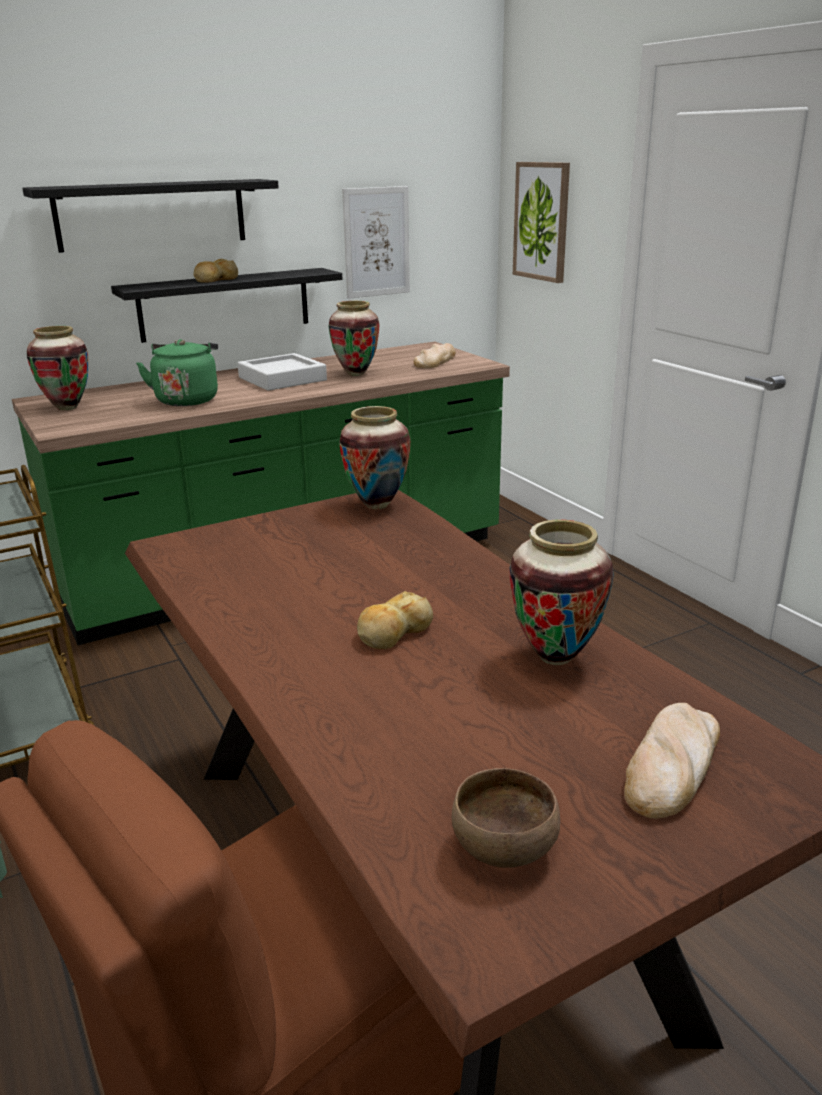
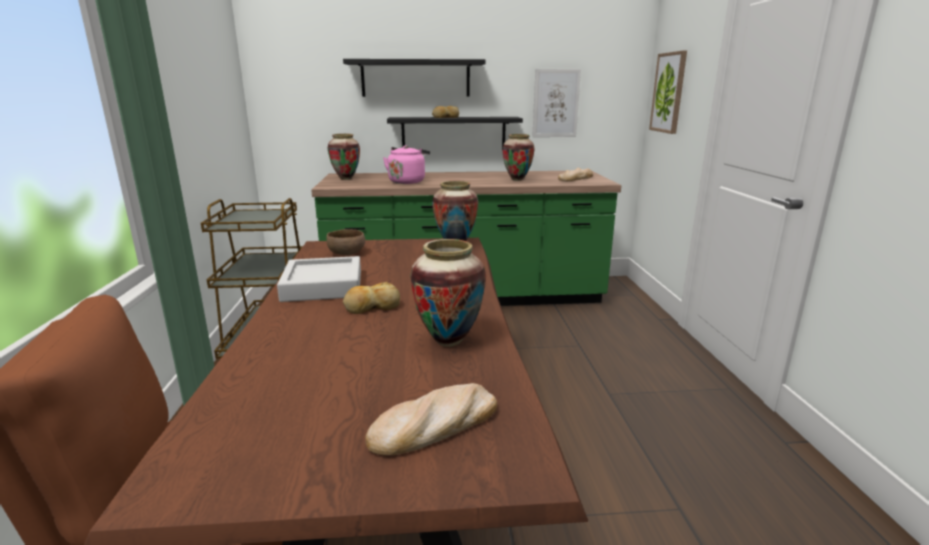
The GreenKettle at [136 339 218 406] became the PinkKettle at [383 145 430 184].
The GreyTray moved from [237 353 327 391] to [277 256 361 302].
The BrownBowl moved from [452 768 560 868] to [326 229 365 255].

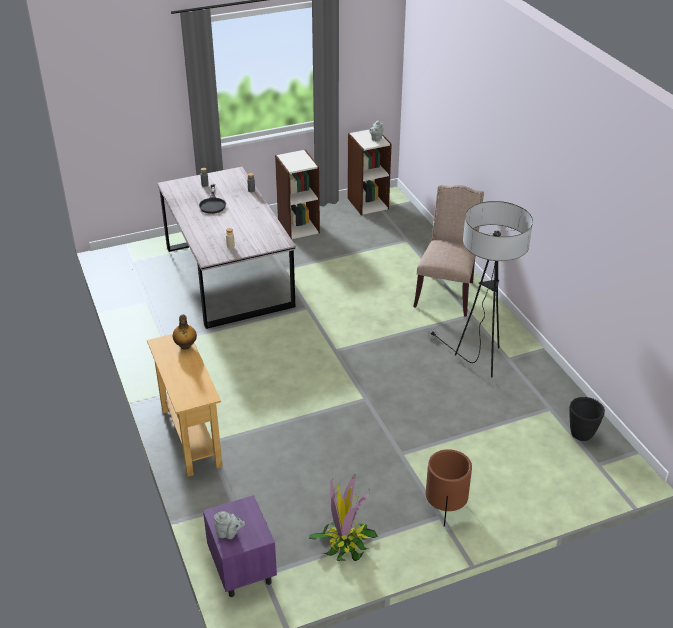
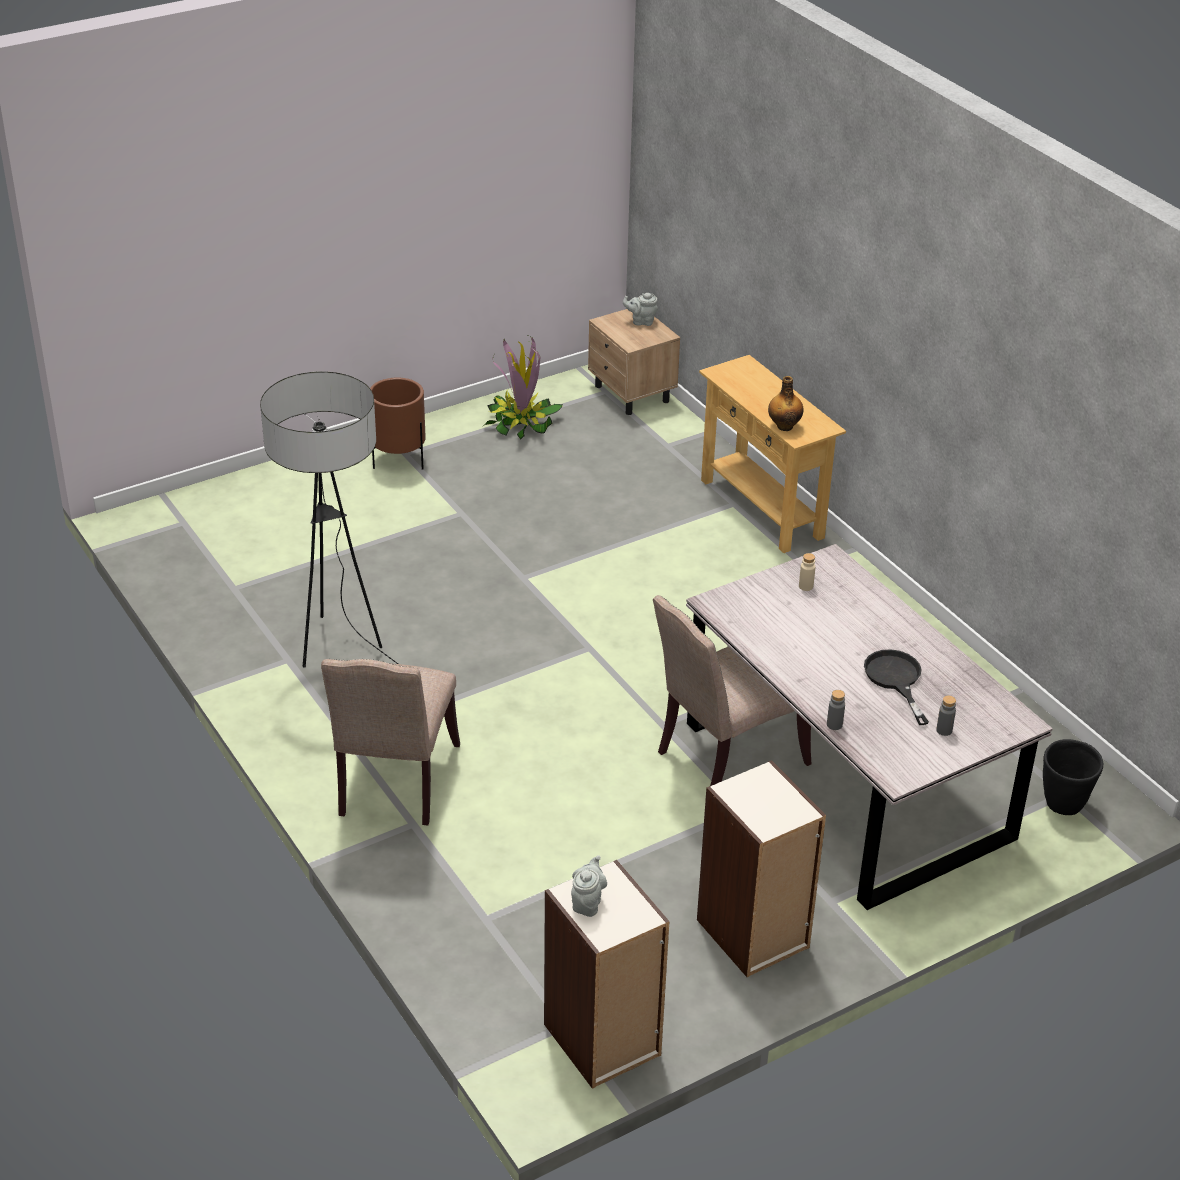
The PurpleNightstand at [203 495 277 597] became the BeigeNightstand at [588 309 680 415].
The BlackPlanter moved from [569 397 605 441] to [1043 739 1103 815].
The BeigeChair at [653 595 811 786] appeared.

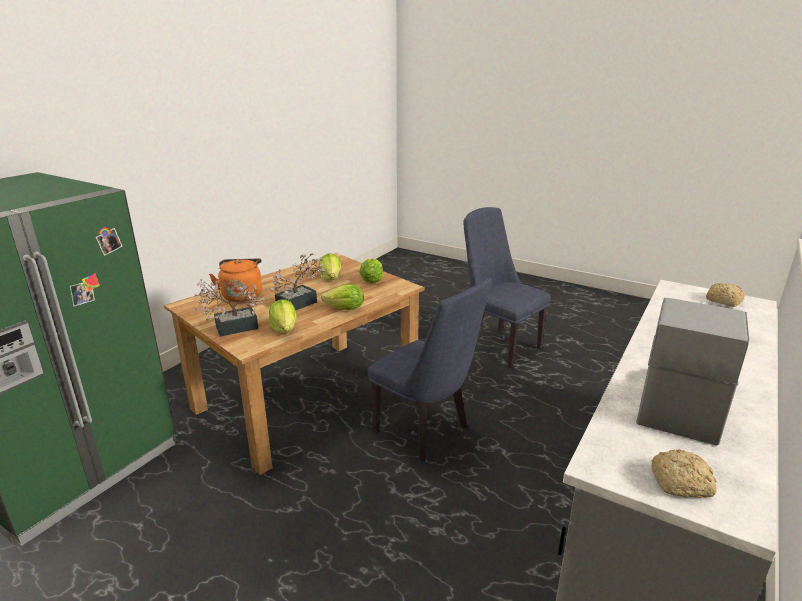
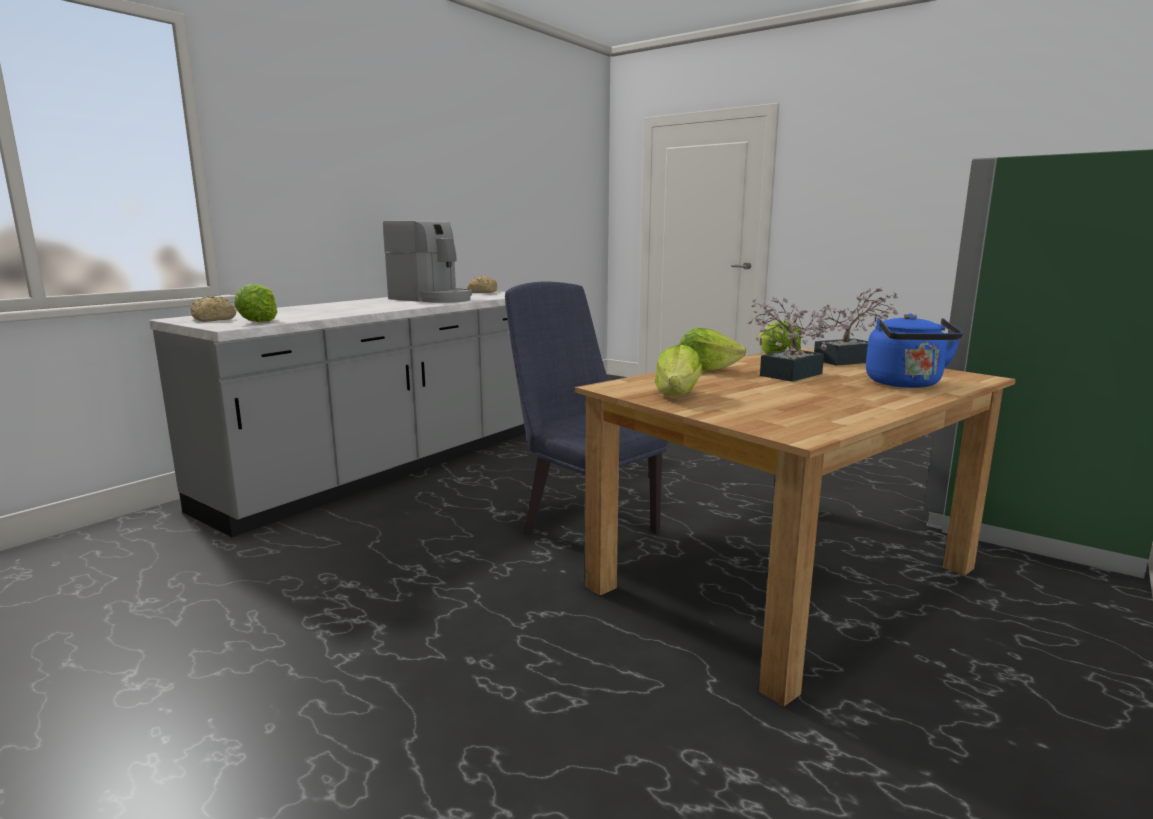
The OrangeKettle at [209 259 262 302] became the BlueKettle at [866 313 963 388].
The Lettuce moved from [319 253 341 280] to [234 284 278 322].
The BlueChair at [463 207 551 368] disappeared.
The CoffeeMachine at [636 298 749 446] turned 90 degrees counterclockwise.

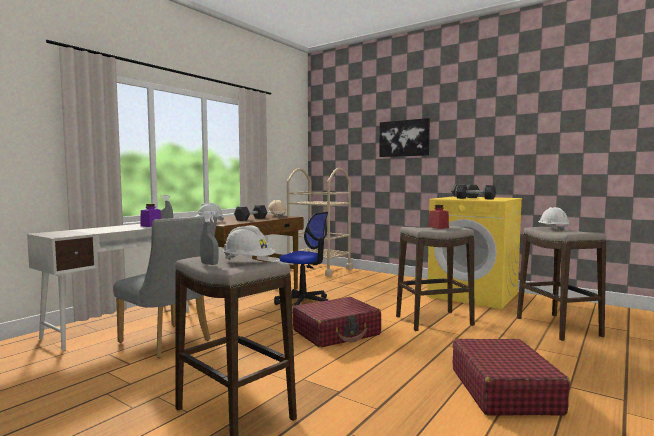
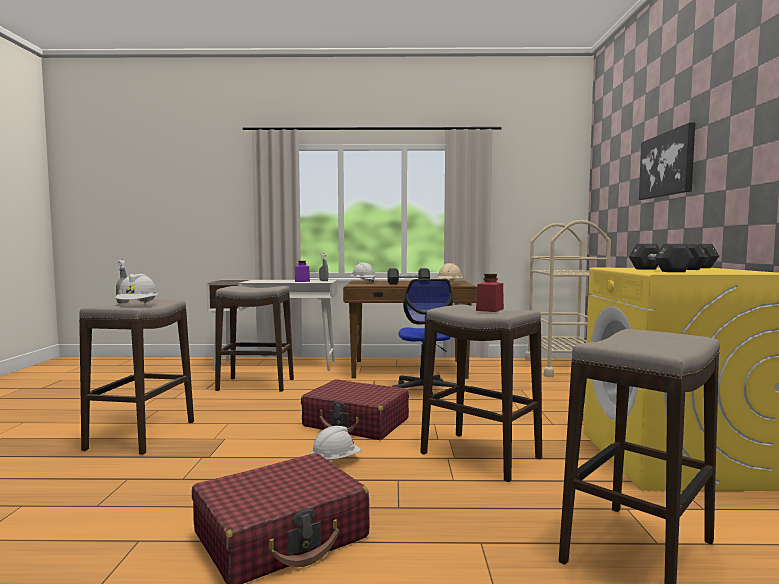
The GreyChair at [113 215 217 358] was replaced by the Stool at [215 286 294 392].
The WhiteHardHat moved from [538 207 569 232] to [310 426 361 461].

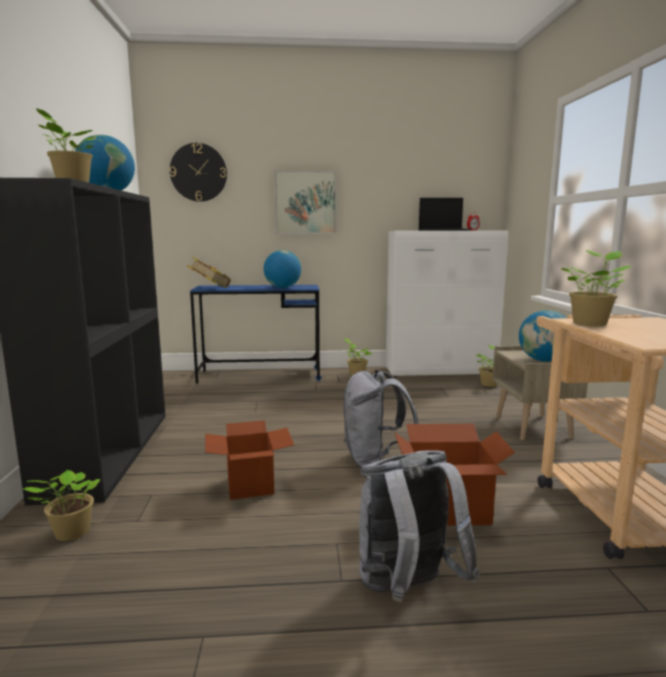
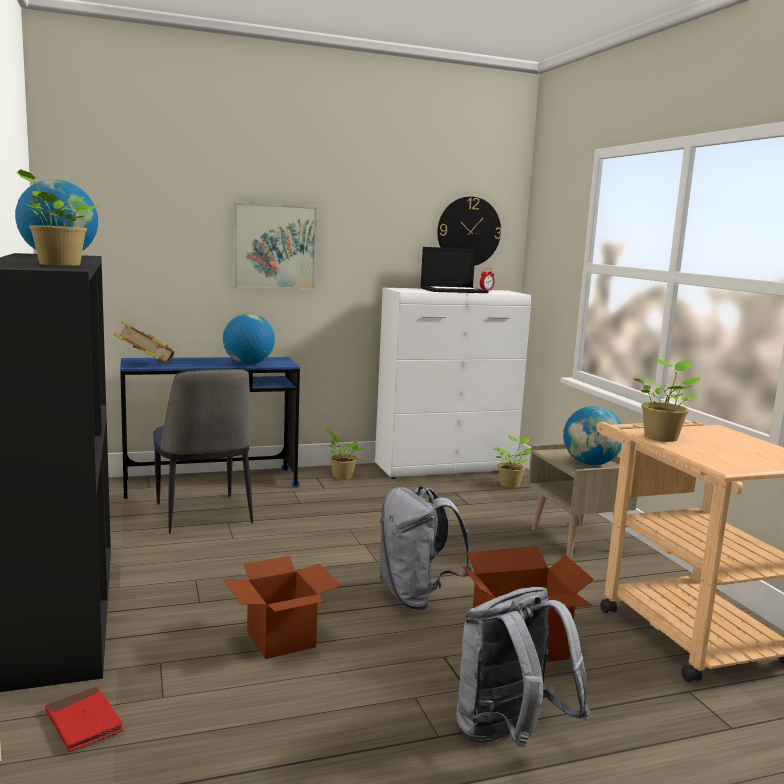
The PottedPlant at [23 470 100 541] was replaced by the RedBook at [45 686 124 752].
The WallClock moved from [170 143 227 202] to [437 197 501 266].
The Chair at [153 369 253 534] appeared.

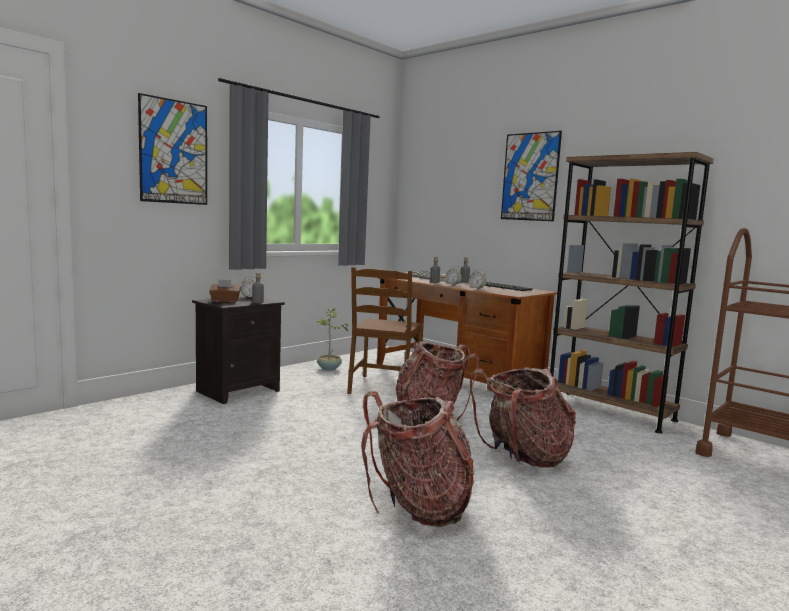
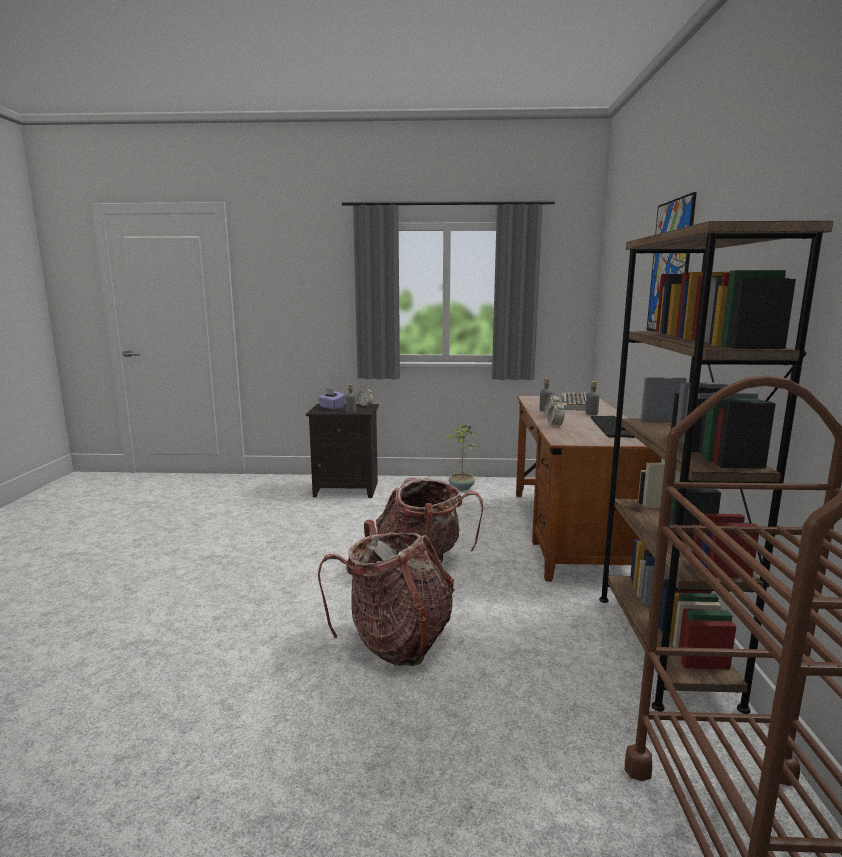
The Picture at [138 93 207 205] disappeared.
The BrownTissueBox at [209 279 241 303] became the PurpleTissueBox at [318 388 346 410].
The BrownChair at [347 267 423 394] disappeared.
The Backpack at [361 391 474 527] disappeared.

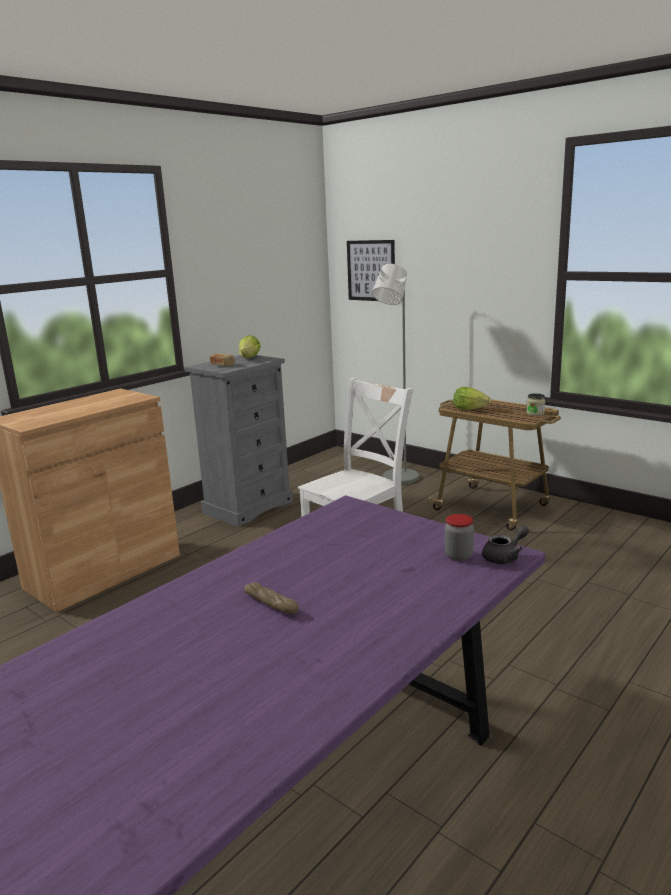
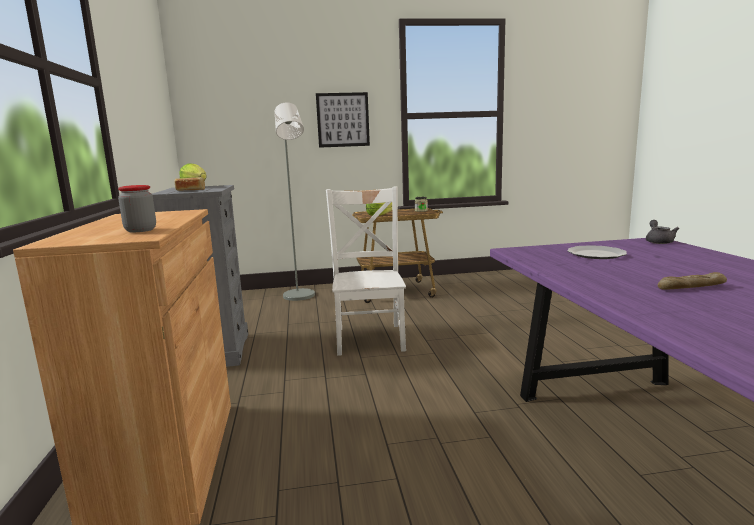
The Picture moved from [347 240 395 301] to [316 92 370 148].
The Jar moved from [445 514 474 561] to [118 185 156 232].
The Plate at [567 245 627 259] appeared.

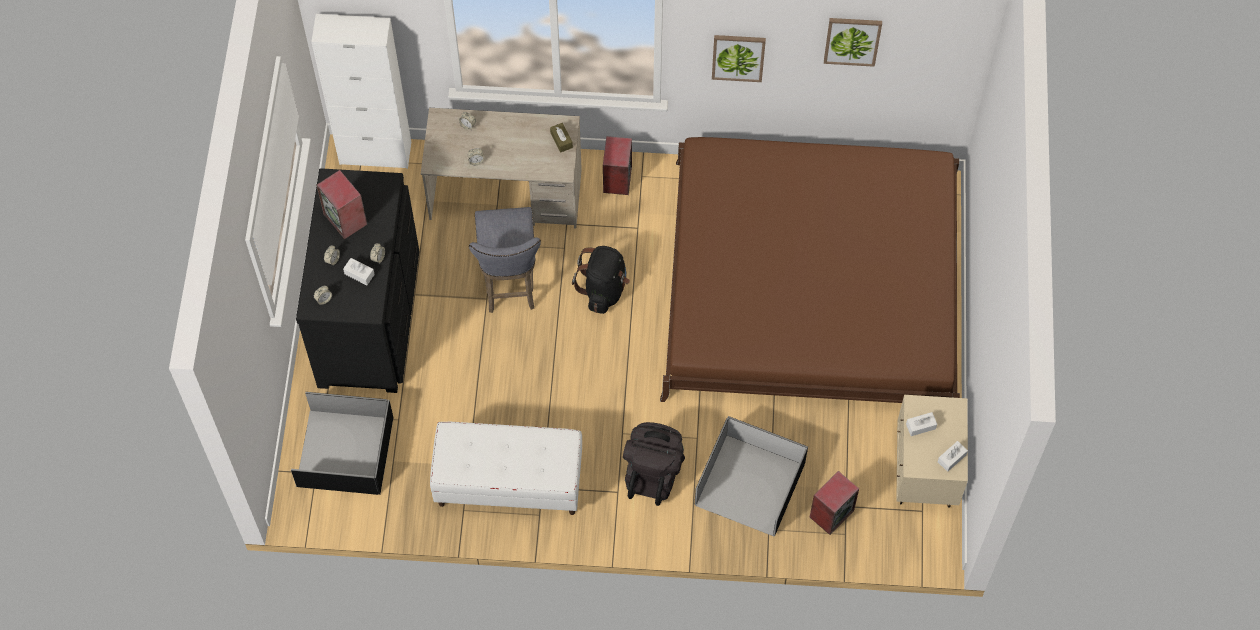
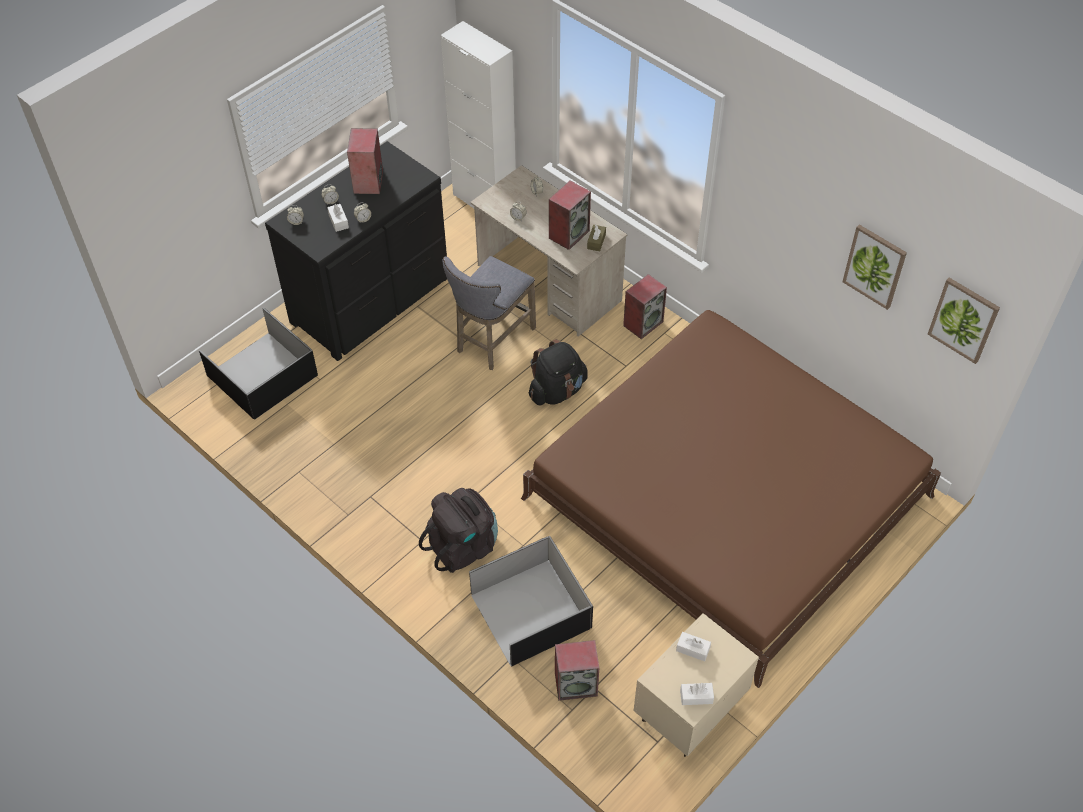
The WhiteBench at [430 422 582 515] disappeared.
The Picture moved from [712 35 766 82] to [928 278 1000 364].
The Speaker at [549 181 591 250] appeared.

